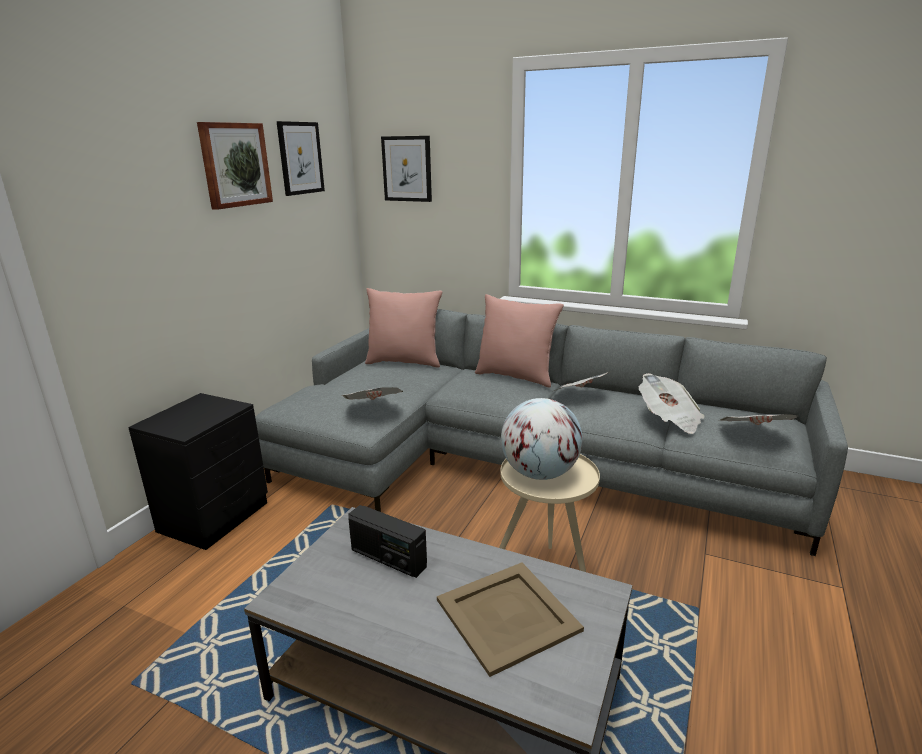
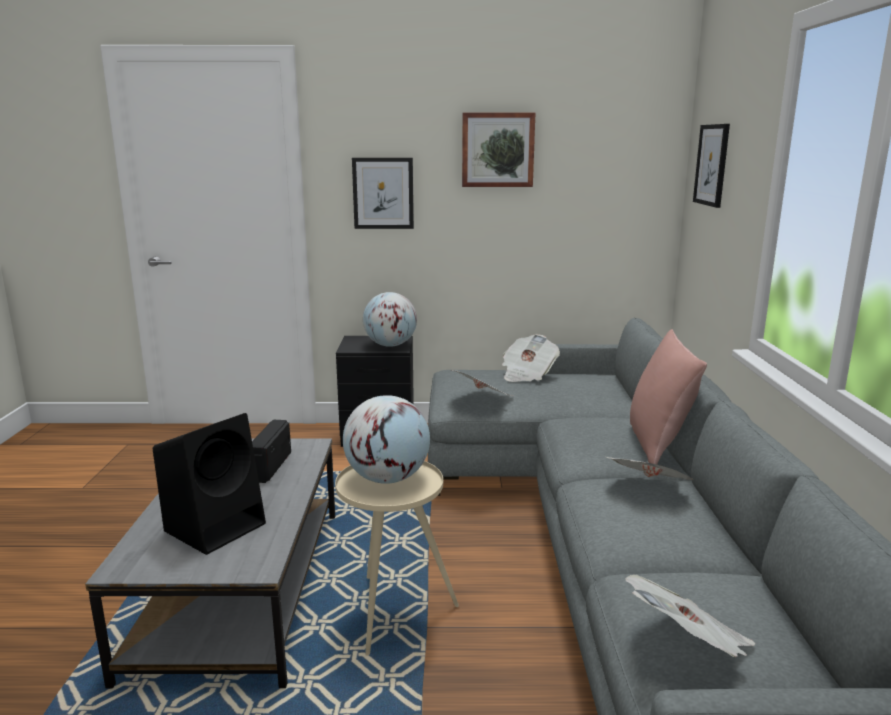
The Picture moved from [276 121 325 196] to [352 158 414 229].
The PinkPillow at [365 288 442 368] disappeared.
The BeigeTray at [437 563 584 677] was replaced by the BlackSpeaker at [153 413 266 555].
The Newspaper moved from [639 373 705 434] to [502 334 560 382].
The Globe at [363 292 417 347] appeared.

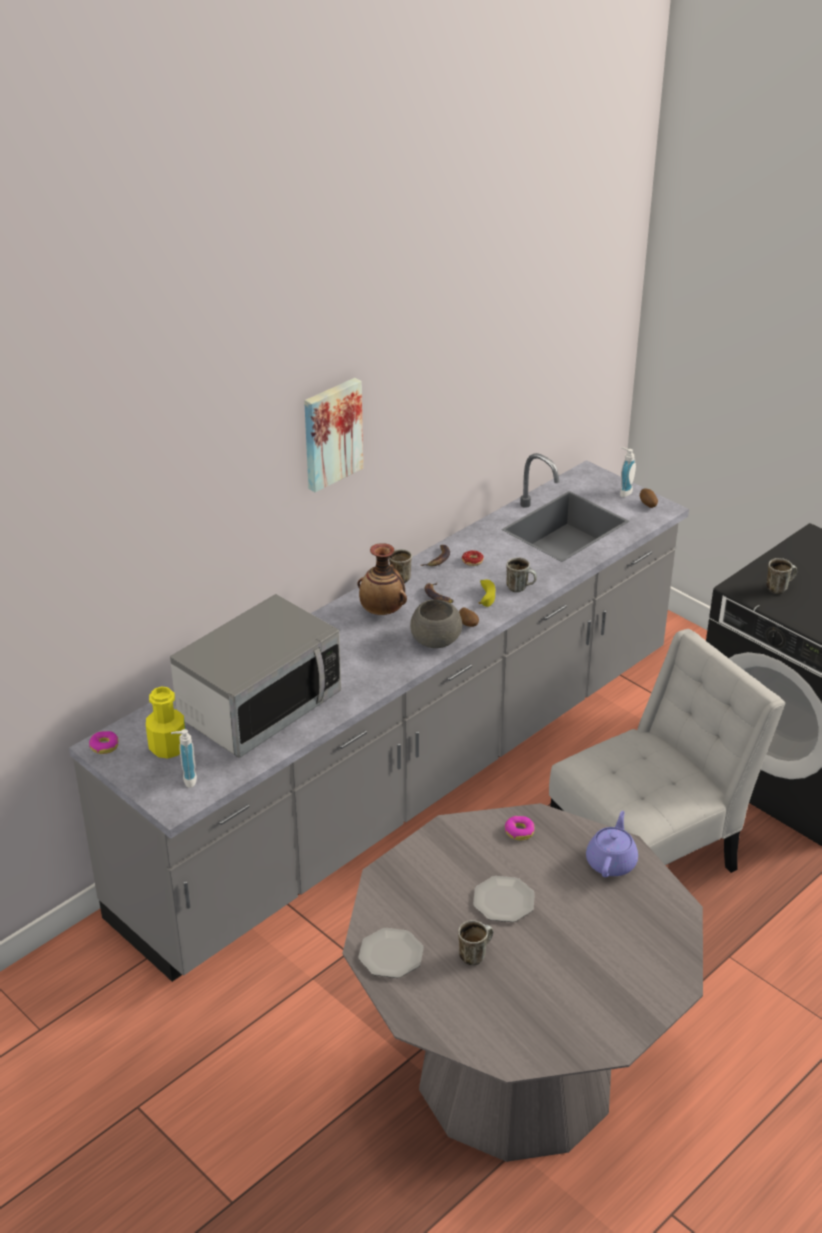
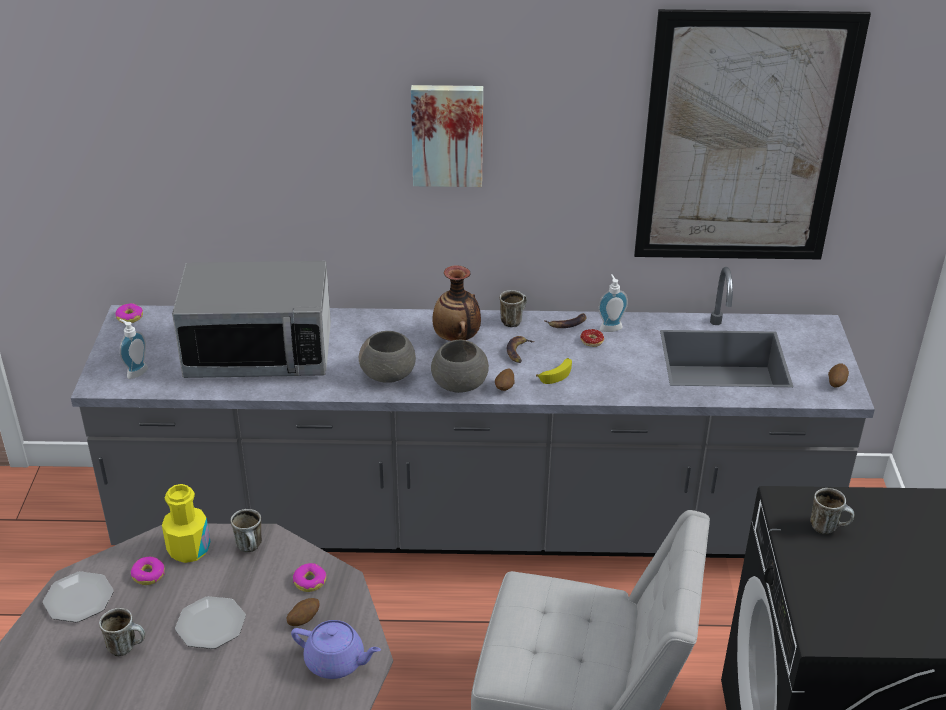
The YellowBottle moved from [146 686 185 759] to [162 484 210 563].
The Mug moved from [506 557 537 592] to [231 509 262 552].
The PurpleTeapot at [586 811 638 877] turned 45 degrees clockwise.
The SoapDispenser moved from [620 447 636 497] to [598 274 628 332].
The Donut at [131 557 165 585] appeared.
The Potato at [287 598 319 626] appeared.
The GreyBowl at [359 331 416 382] appeared.
The Picture at [634 9 871 259] appeared.

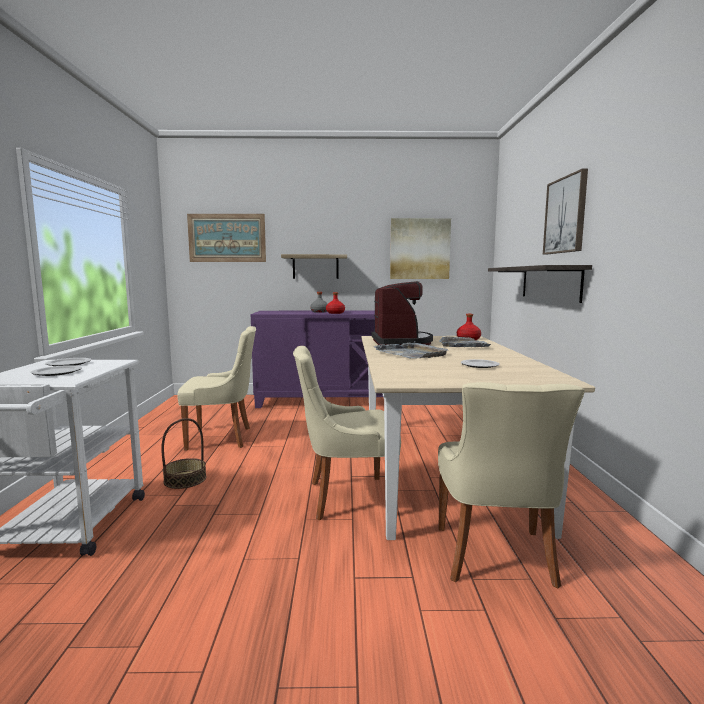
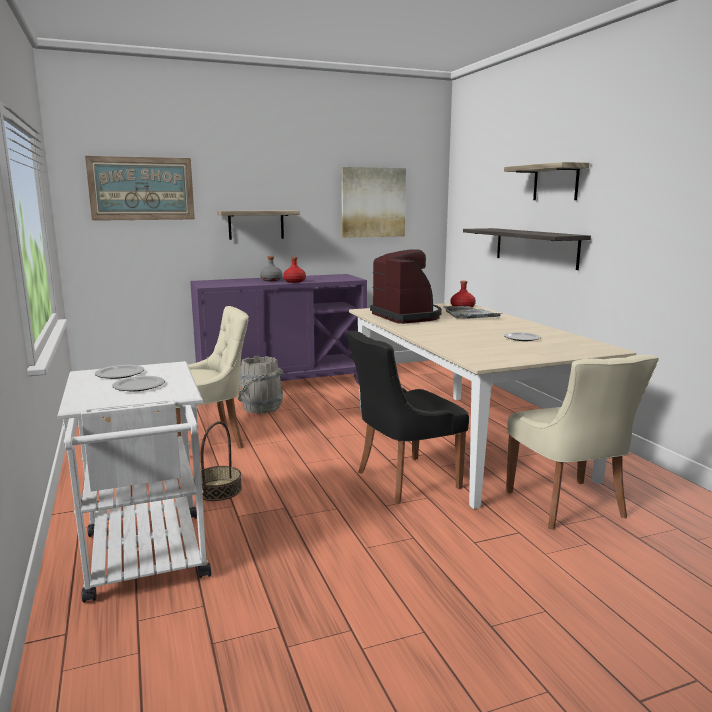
The BeigeChair at [293 346 401 520] became the BlackChair at [346 331 469 504].
The GreyTray at [373 342 448 359] disappeared.
The Picture at [543 169 588 254] was replaced by the Shelf at [504 162 589 200].
The GreyBucket at [238 356 283 414] appeared.

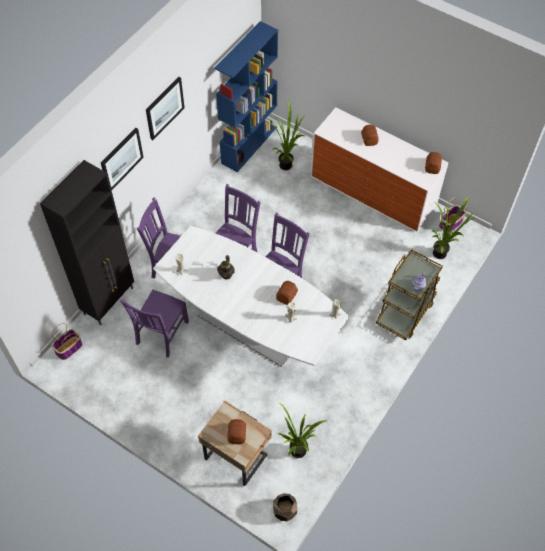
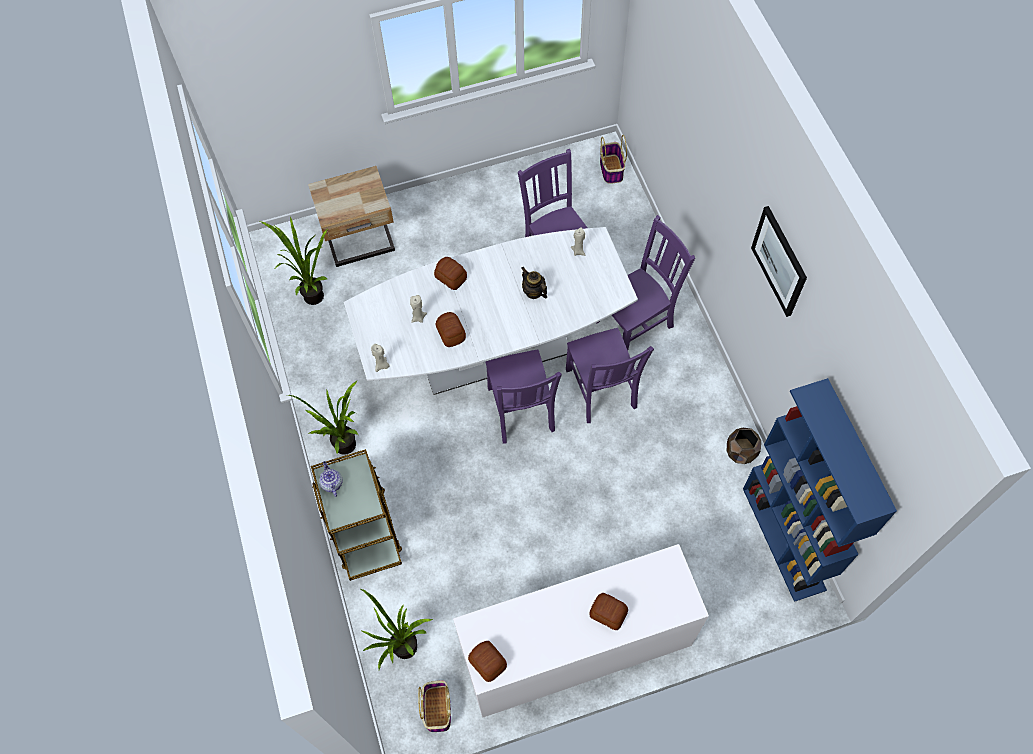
The BlackCabinet at [40 160 134 325] disappeared.
The Picture at [101 128 144 190] disappeared.
The Bread moved from [228 419 246 444] to [434 257 467 290].
The PottedPlant moved from [266 100 304 170] to [287 380 358 455].
The BrownPlanter moved from [273 493 297 521] to [727 428 761 464].

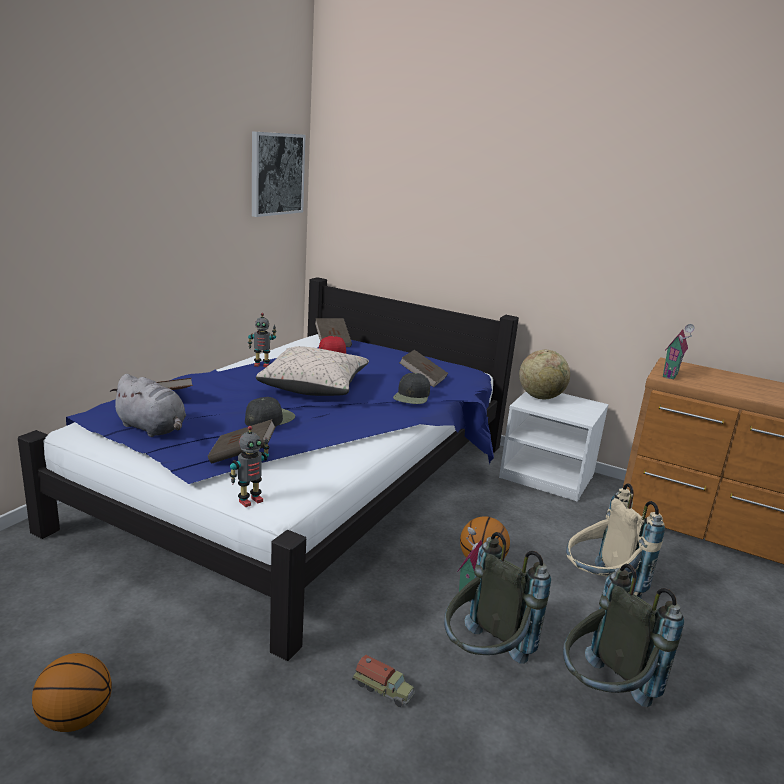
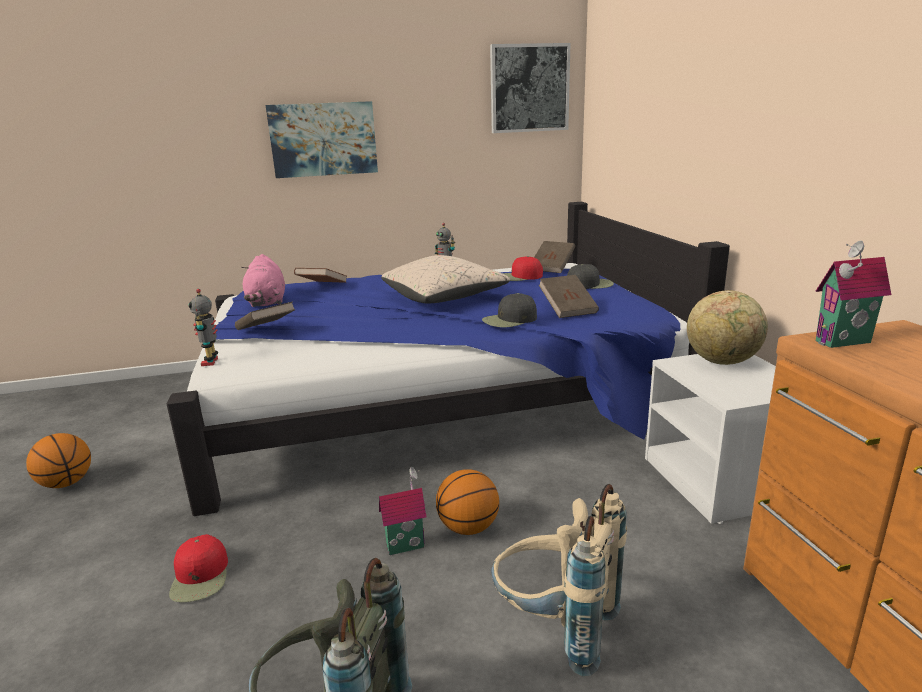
The GreyPlushToy at [110 374 186 437] became the PinkPlushToy at [241 254 285 307].
The ToyRobot at [229 426 270 507] turned 75 degrees clockwise.
The BlackCap moved from [245 397 295 426] to [567 264 614 289].
The ToyTruck at [352 655 415 707] was replaced by the RedCap at [169 534 228 602].
The GreyBackpack at [444 532 551 664] disappeared.
The Picture at [266 101 378 178] appeared.

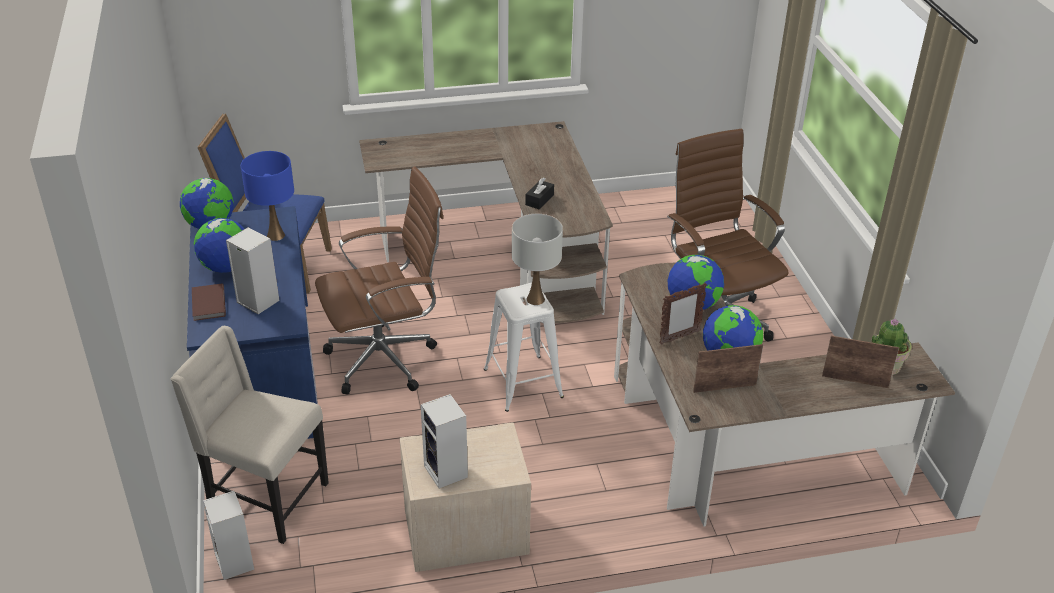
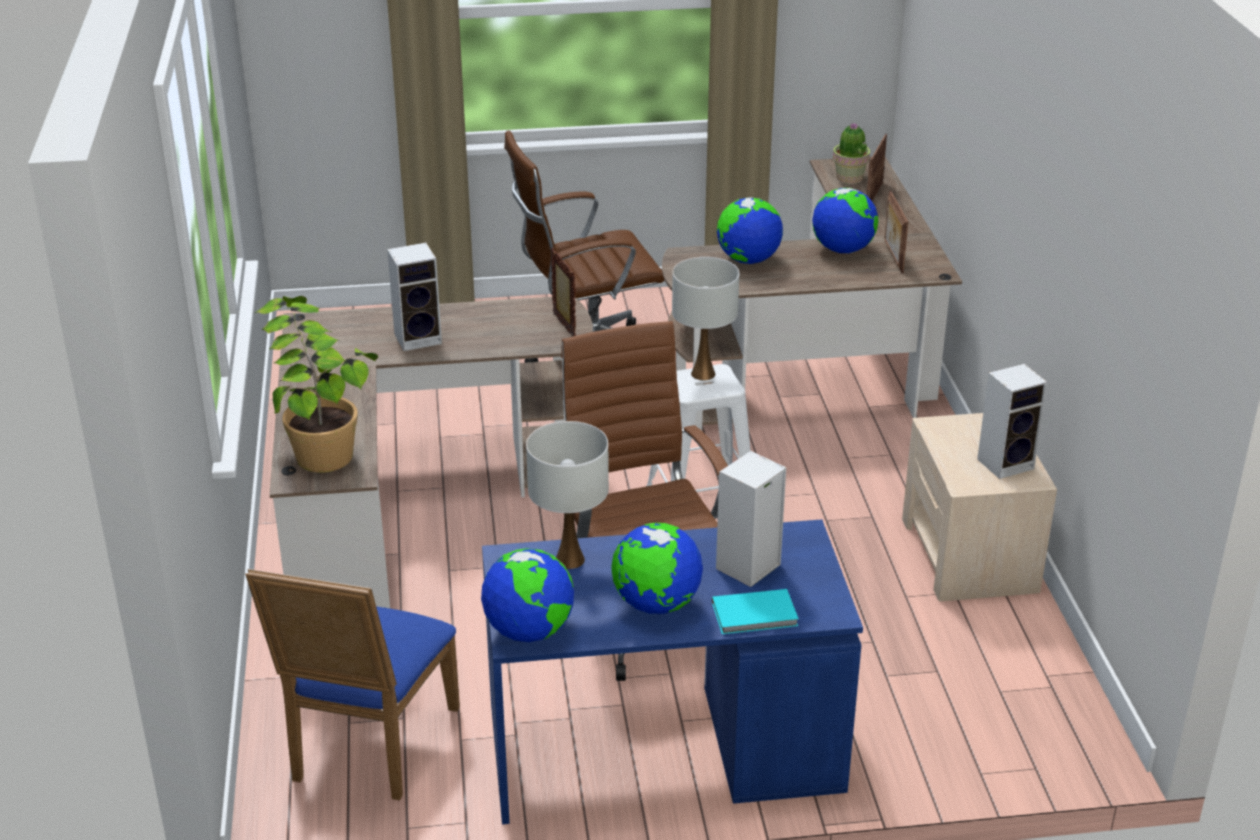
The BeigeChair at [170 326 329 544] disappeared.
The BrownBook at [192 284 226 321] became the TurquoiseBook at [712 589 799 634].
The Speaker moved from [203 491 254 580] to [387 243 442 351].
The BlueTableLamp at [241 151 294 241] became the WhiteTableLamp at [526 421 609 569].
The BlackTissueBox at [525 177 554 210] disappeared.
The PictureFrame moved from [659 283 707 345] to [551 248 576 336].
The PottedPlant at [255 296 378 473] appeared.

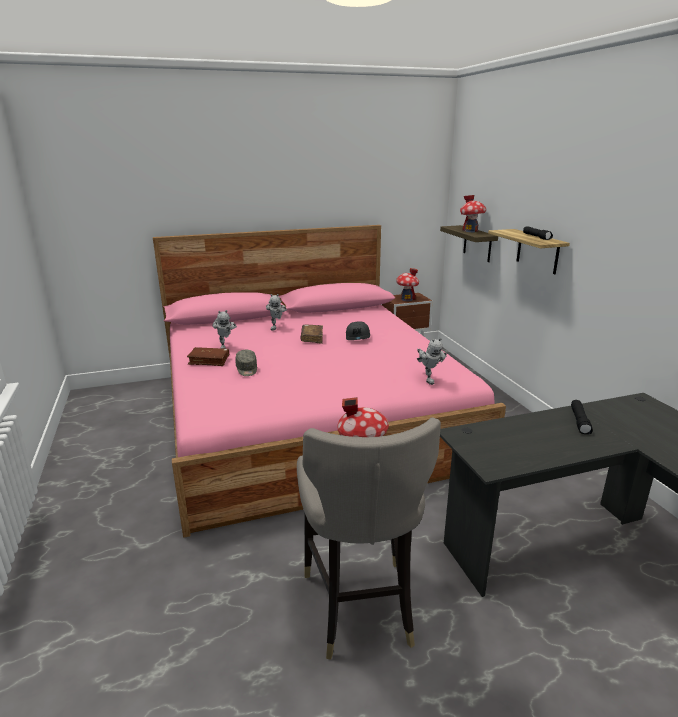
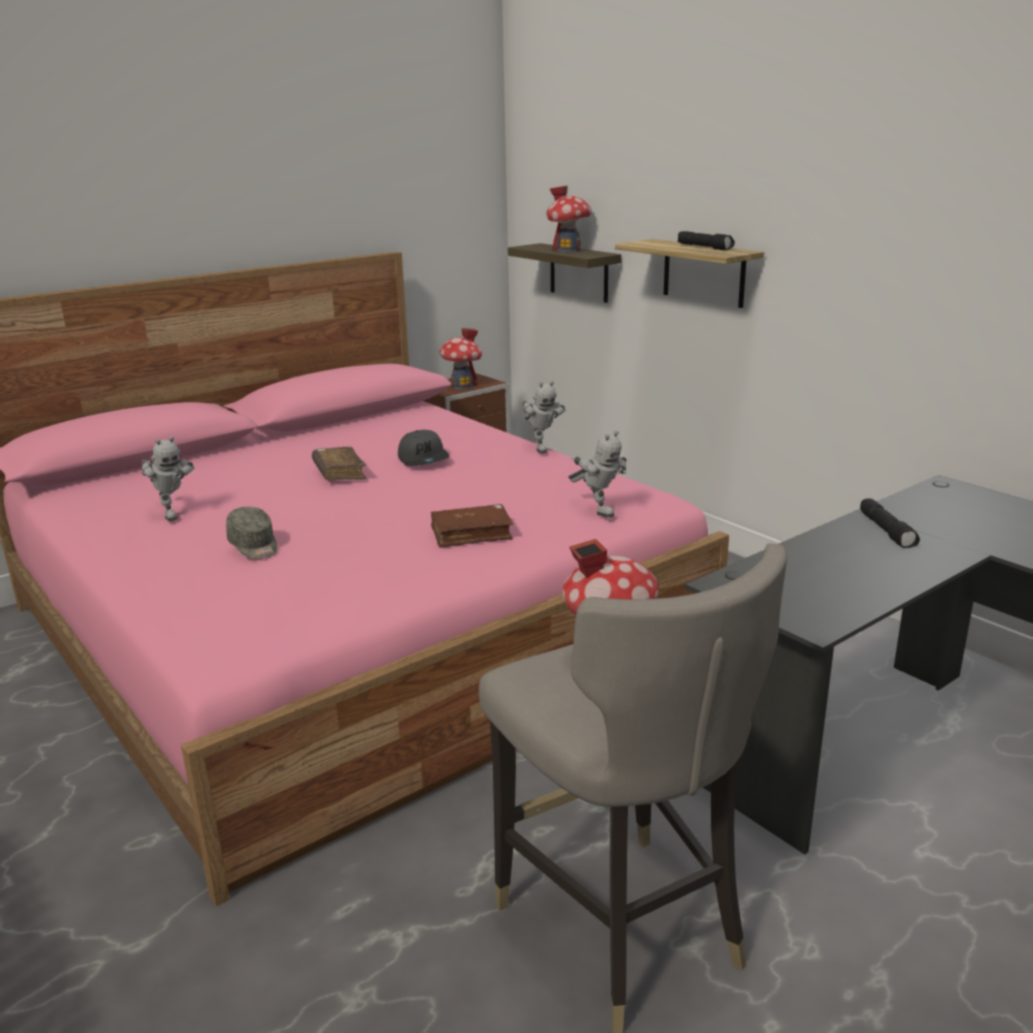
The BrownBook moved from [187 347 229 366] to [431 504 513 548].
The ToyRobot moved from [266 294 287 331] to [522 381 565 453].

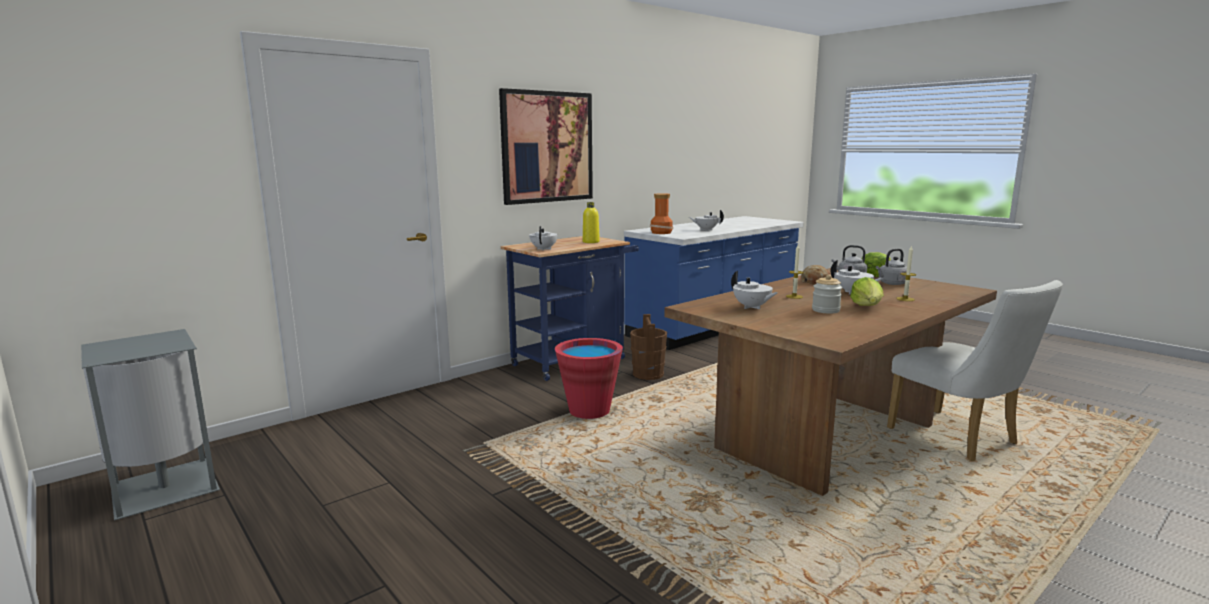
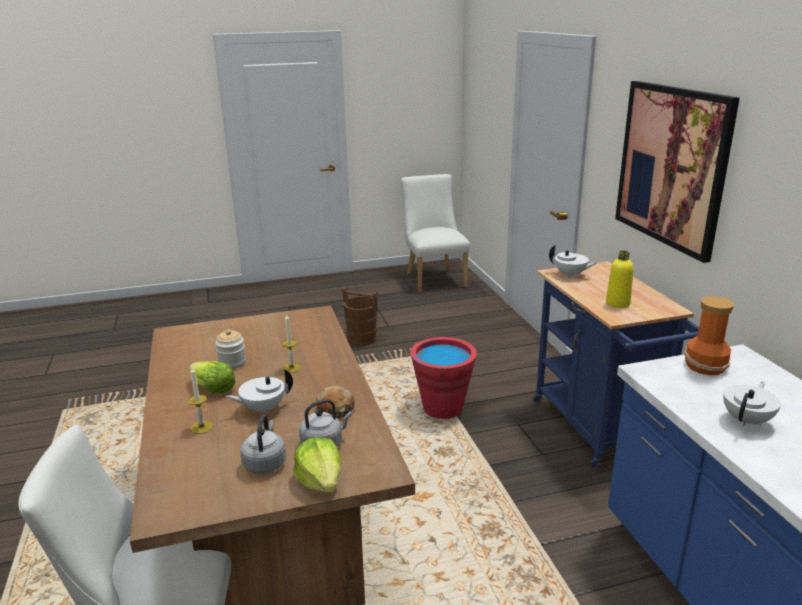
The GreyTrashCan at [81 329 220 521] was replaced by the WhiteChair at [401 174 470 293].
The BrownBucket moved from [630 314 667 380] to [342 287 378 346].
The WhiteTeapot at [731 271 778 309] disappeared.

